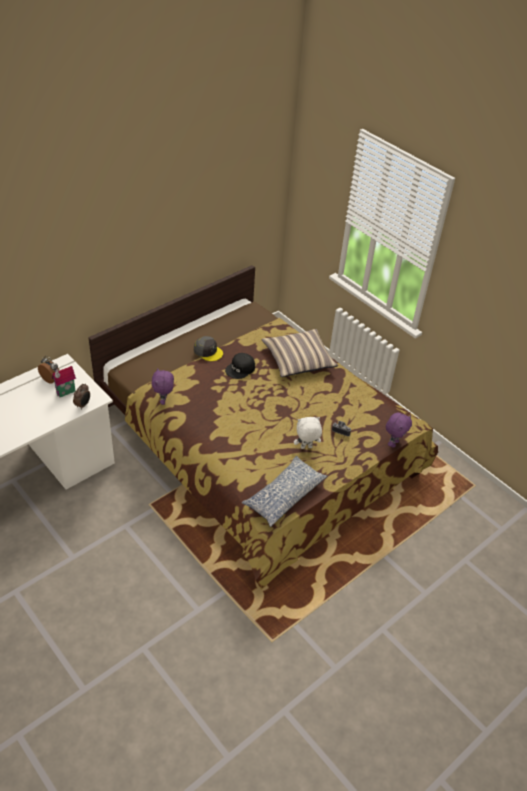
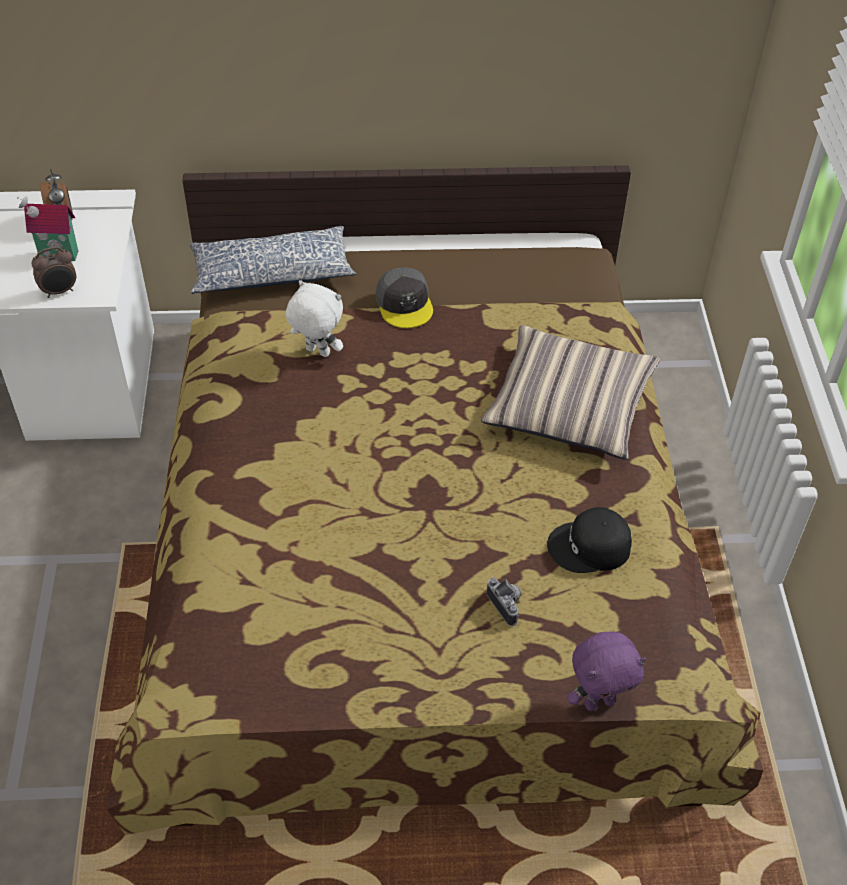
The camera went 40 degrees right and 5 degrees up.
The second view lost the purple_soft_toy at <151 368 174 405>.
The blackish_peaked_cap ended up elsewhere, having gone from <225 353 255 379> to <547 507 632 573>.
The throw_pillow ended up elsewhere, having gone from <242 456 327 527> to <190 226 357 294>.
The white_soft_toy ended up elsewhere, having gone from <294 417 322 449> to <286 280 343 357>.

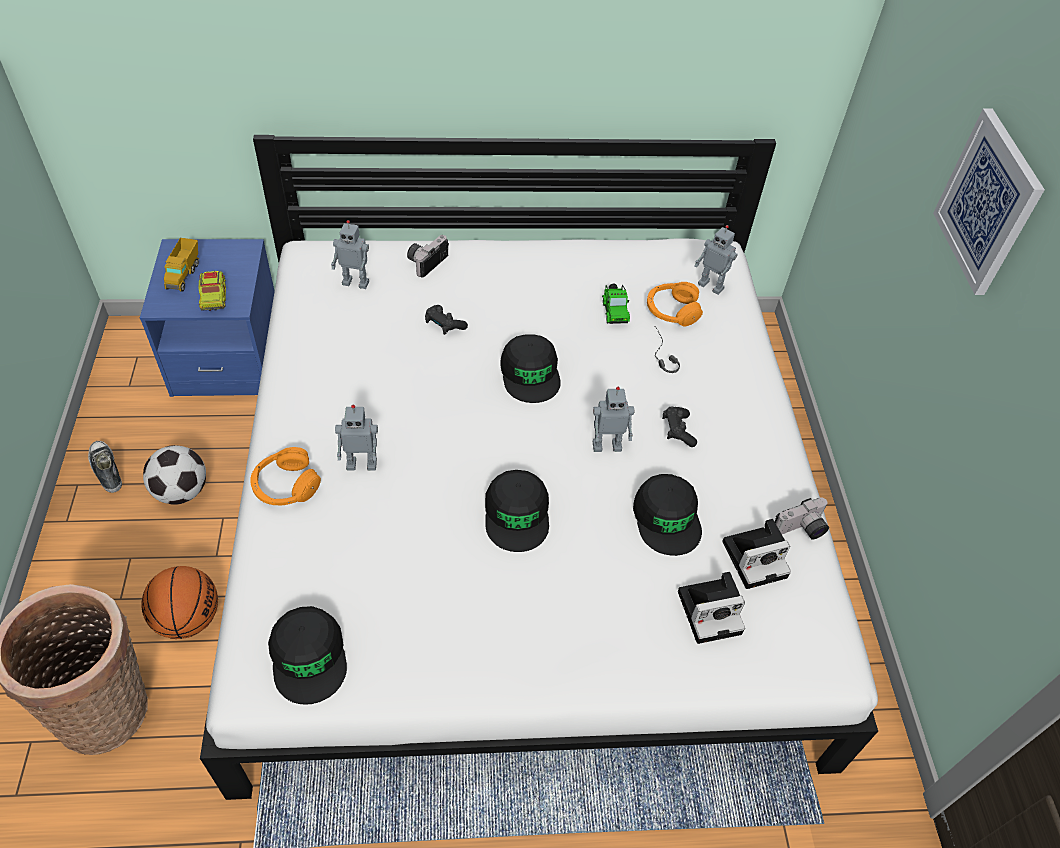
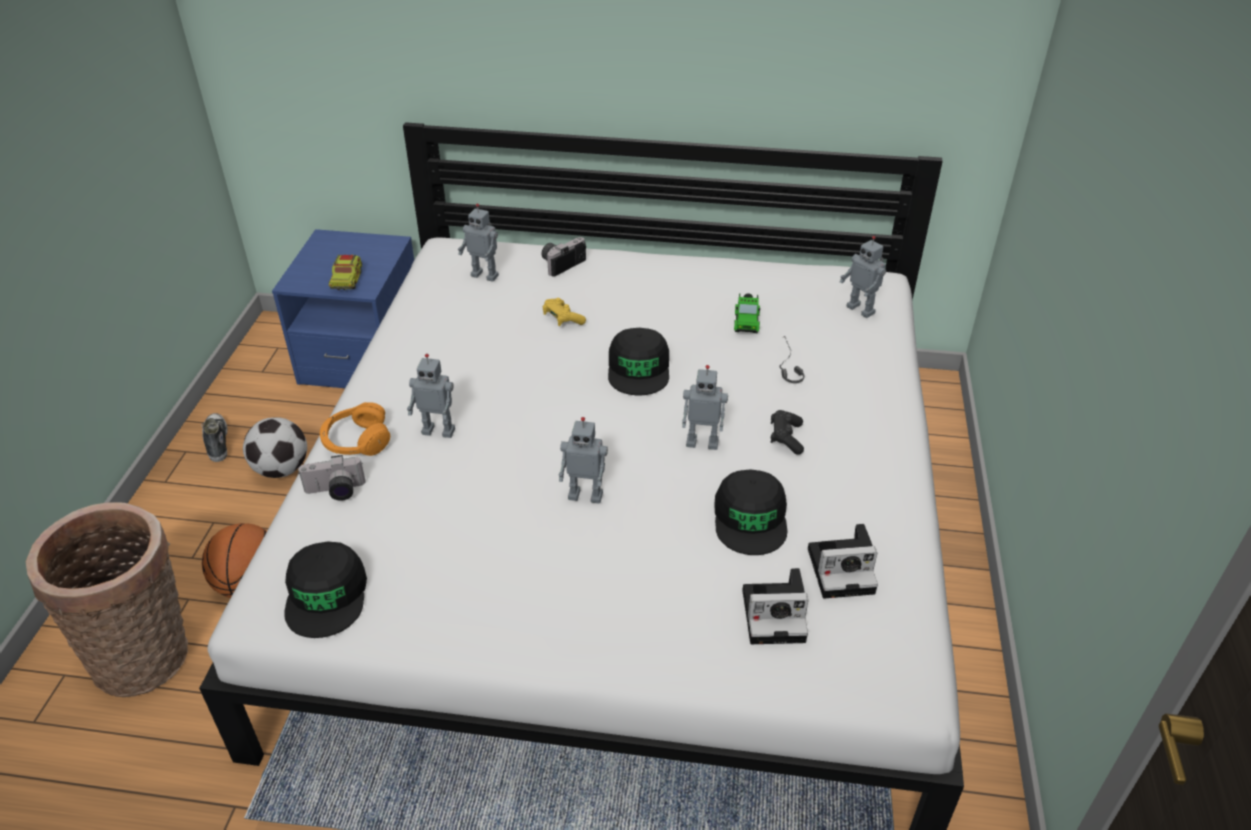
The camera went 15 degrees right and 10 degrees down.
The second view lost the model_truck at <164 238 199 292>.
What was the blackish_gamepad at <425 305 468 335> turned into the yellow-coloured_gamepad at <543 298 586 326>.
Where the blackish_peaked_cap stood at <485 470 549 552>, the robot_figure came to stand at <559 417 608 504>.
The second view lost the orange_pair_of_headphones at <647 282 703 326>.
The photo_camera ended up elsewhere, having gone from <774 497 829 540> to <298 455 366 501>.
The second view lost the wall_art at <933 108 1045 295>.

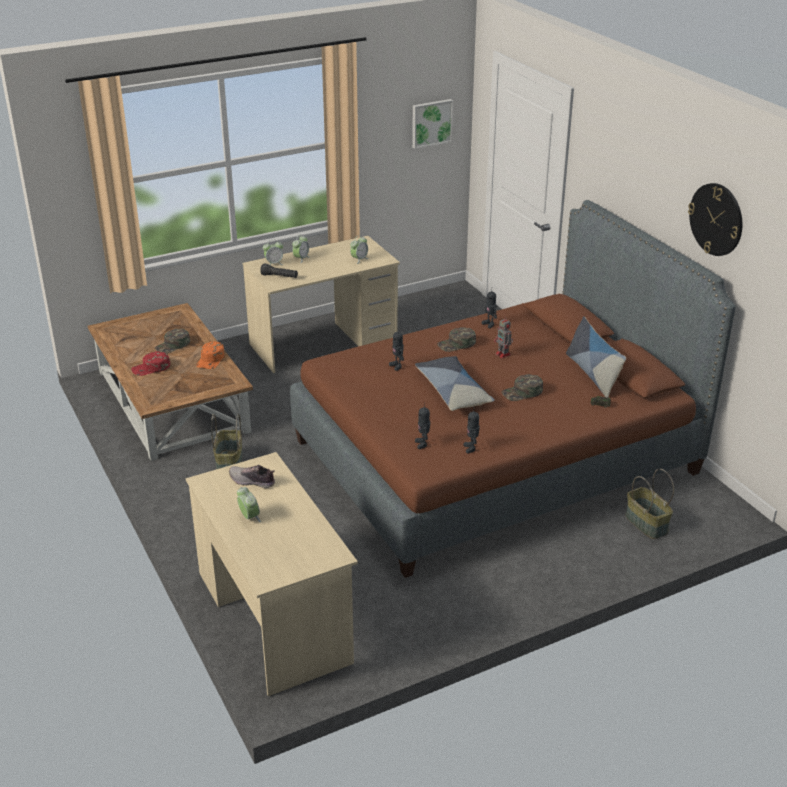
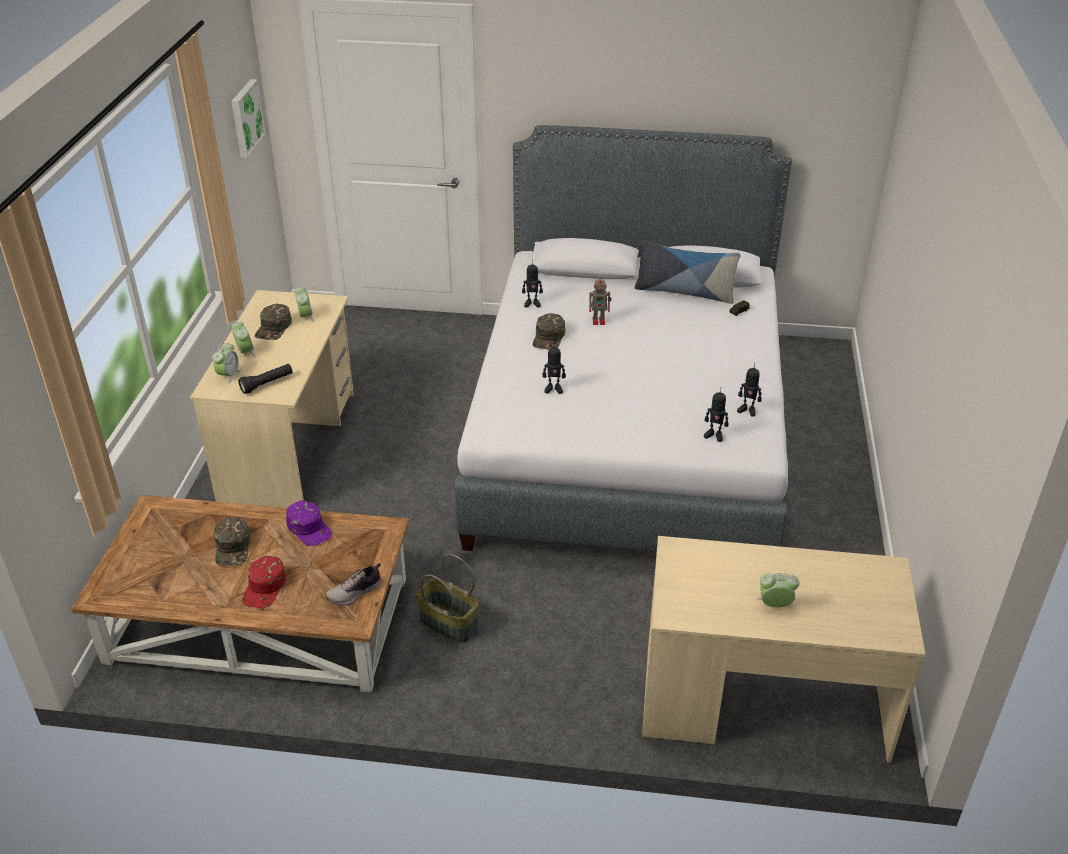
The camera went 55 degrees left and 5 degrees up.
What was the orange_peaked_cap at <196 341 225 369> turned into the purple_peaked_cap at <286 501 332 546>.
The item_of_footwear ended up elsewhere, having gone from <229 465 275 488> to <325 563 382 606>.
What was the brownish_sleeping_bed at <290 200 736 578> turned into the greyish_sleeping_bed at <454 125 792 552>.
The second view lost the throw_pillow at <415 356 495 411>.
The greenish_peaked_cap ended up elsewhere, having gone from <502 374 543 401> to <255 304 292 340>.
The second view lost the household_basket at <625 469 674 539>.
The second view lost the wall_clock at <688 183 742 256>.

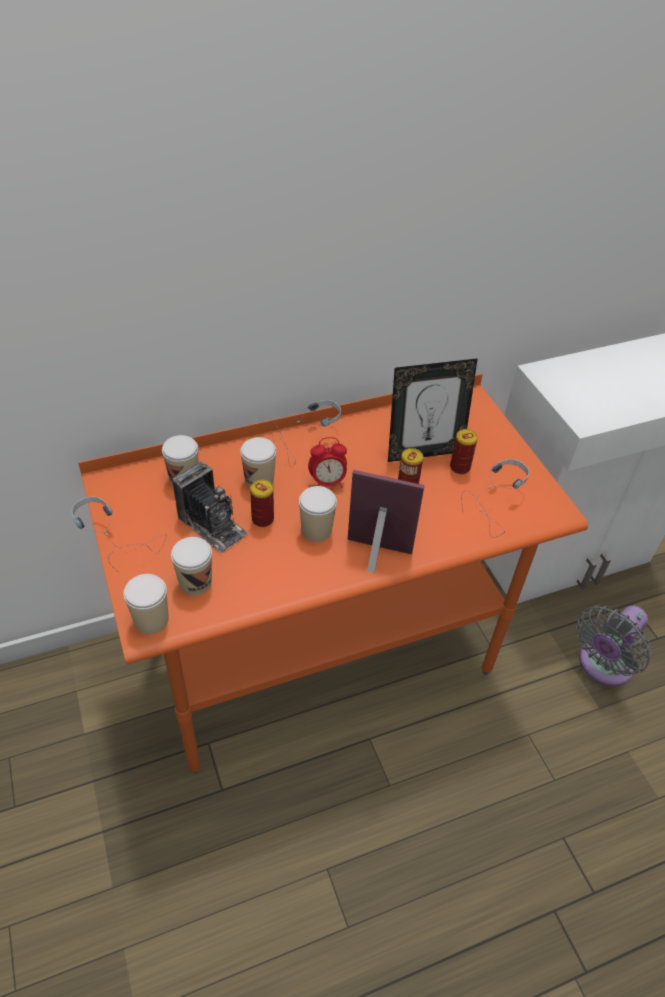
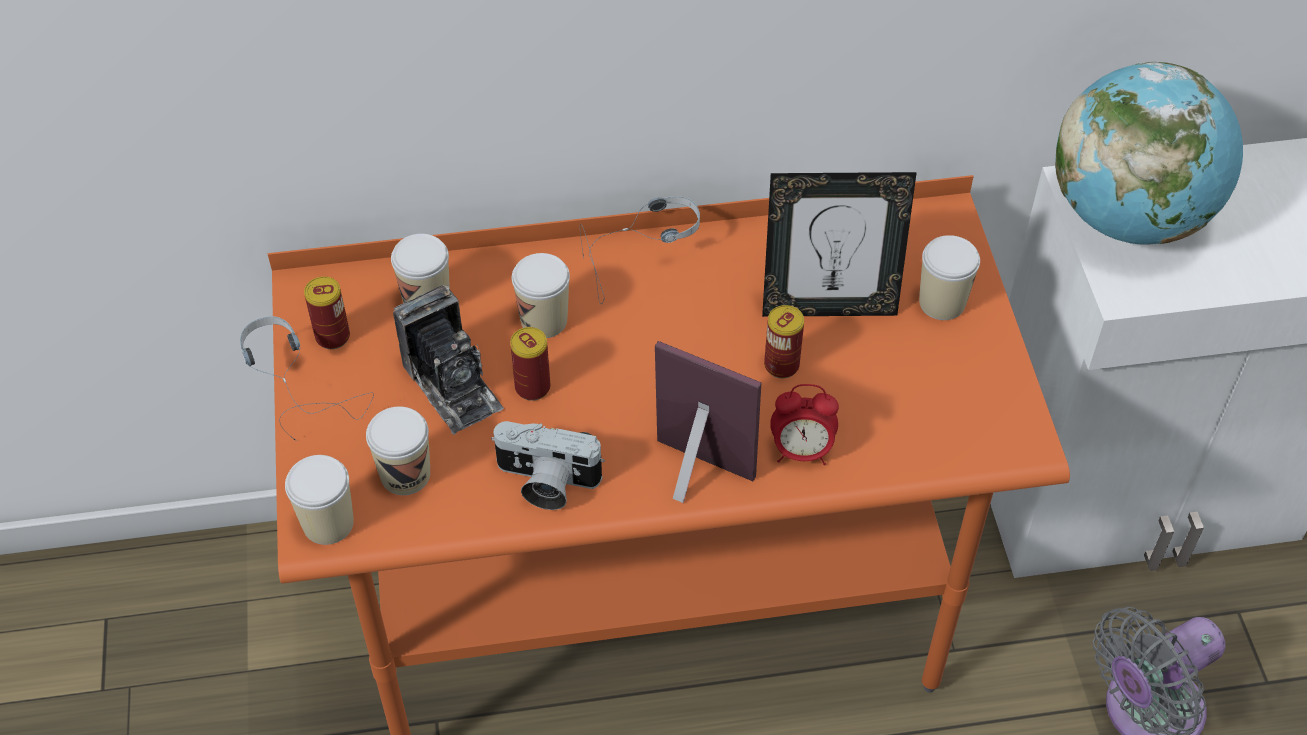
The camera went 15 degrees right and 5 degrees up.
The cup ended up elsewhere, having gone from <299 486 337 542> to <919 235 980 320>.
The table_clock ended up elsewhere, having gone from <308 437 347 488> to <770 384 839 465>.
The can ended up elsewhere, having gone from <450 429 478 474> to <304 276 350 349>.
The second view lost the pair_of_headphones at <462 459 529 537>.
The second view gained the photo_camera at <491 421 605 510>.
The second view gained the desk_globe at <1055 62 1243 244>.

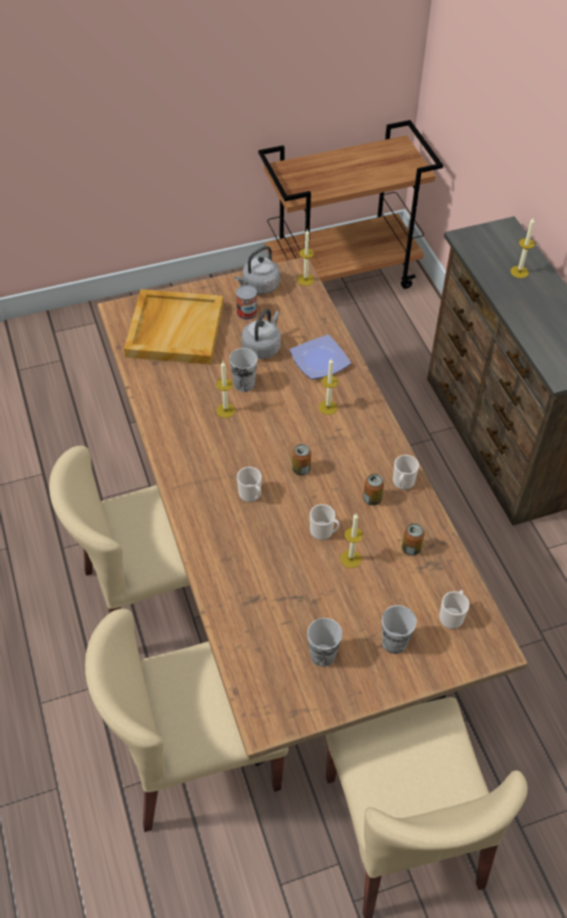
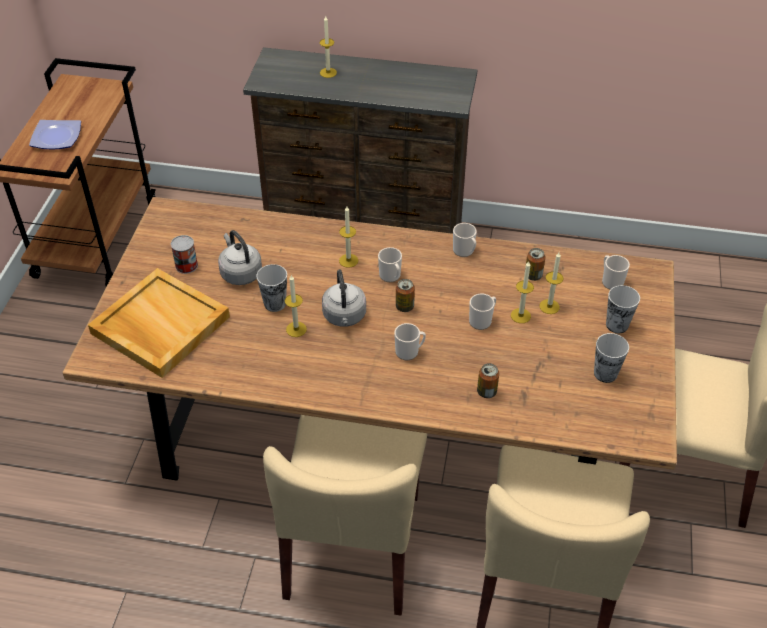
The camera went 60 degrees left and 5 degrees down.
The greyish_tea_kettle ended up elsewhere, having gone from <235 246 280 294> to <322 270 366 327>.
The flat_dish ended up elsewhere, having gone from <289 335 351 379> to <29 120 81 149>.
The wax_light ended up elsewhere, having gone from <297 230 314 286> to <540 253 563 314>.
The can ended up elsewhere, having gone from <363 474 384 506> to <477 363 499 398>.
The second view gained the coffee_mug at <378 247 402 282>.

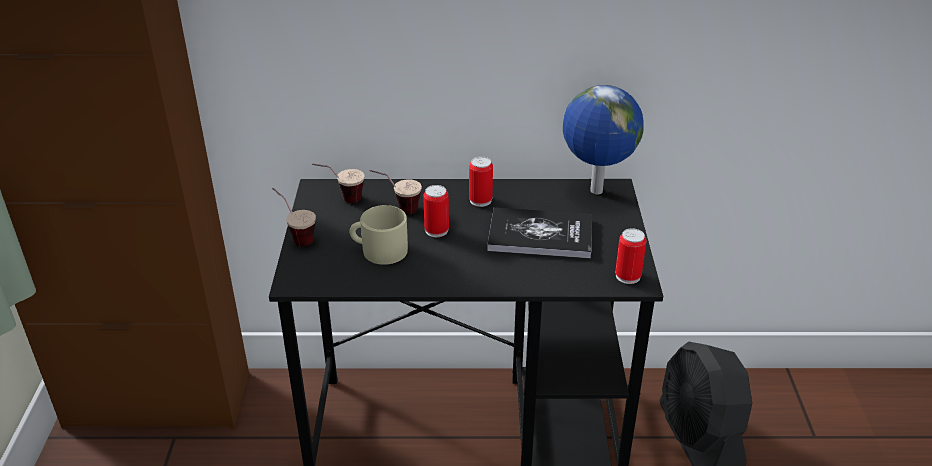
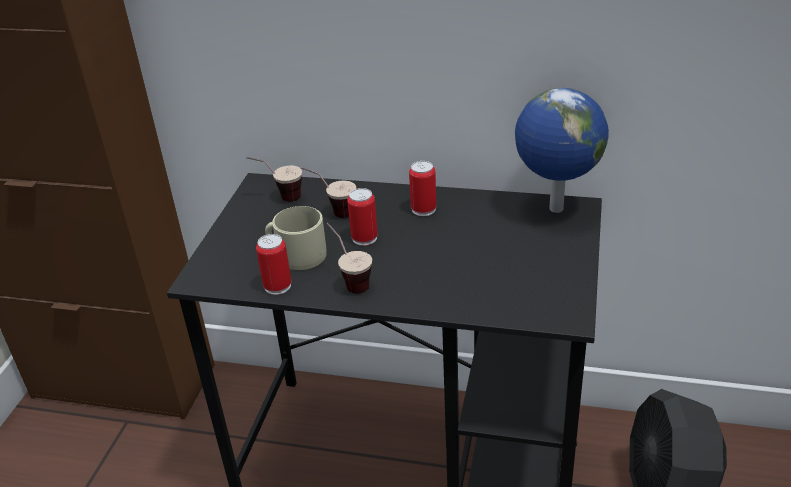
The camera went 15 degrees right and 0 degrees up.
The cup ended up elsewhere, having gone from <272 188 316 246> to <326 223 372 294>.
The second view lost the volume at <487 207 592 259>.
The can ended up elsewhere, having gone from <615 228 646 284> to <256 234 291 295>.

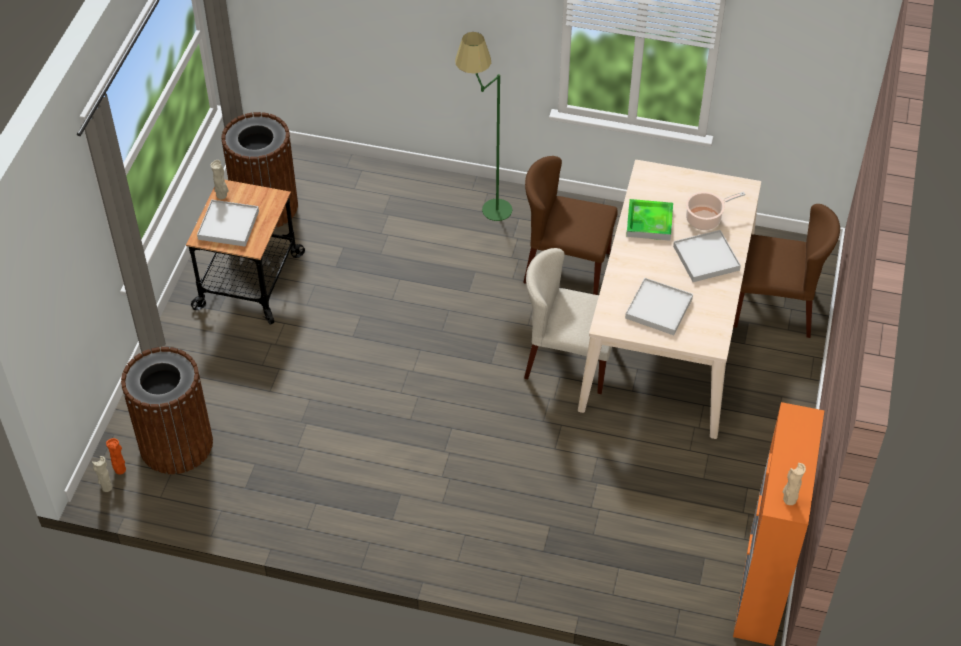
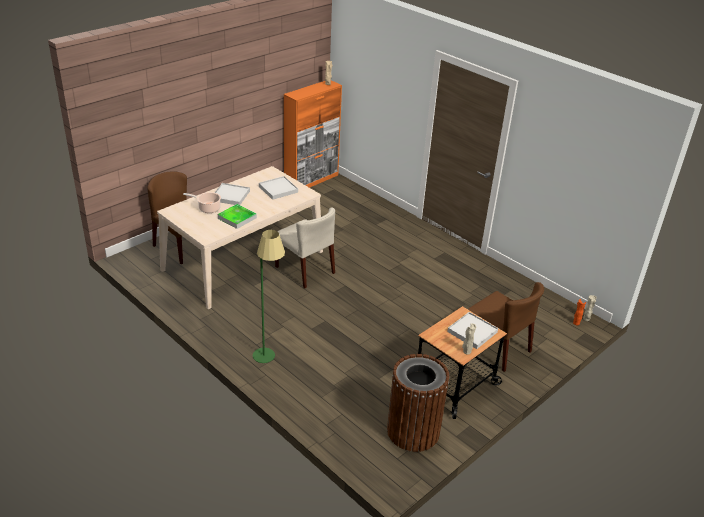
The camera went 150 degrees left and 15 degrees down.
The second view lost the brownish_trash_can at <121 347 213 474>.
The brownish_upright_chair ended up elsewhere, having gone from <523 156 618 295> to <468 282 544 372>.

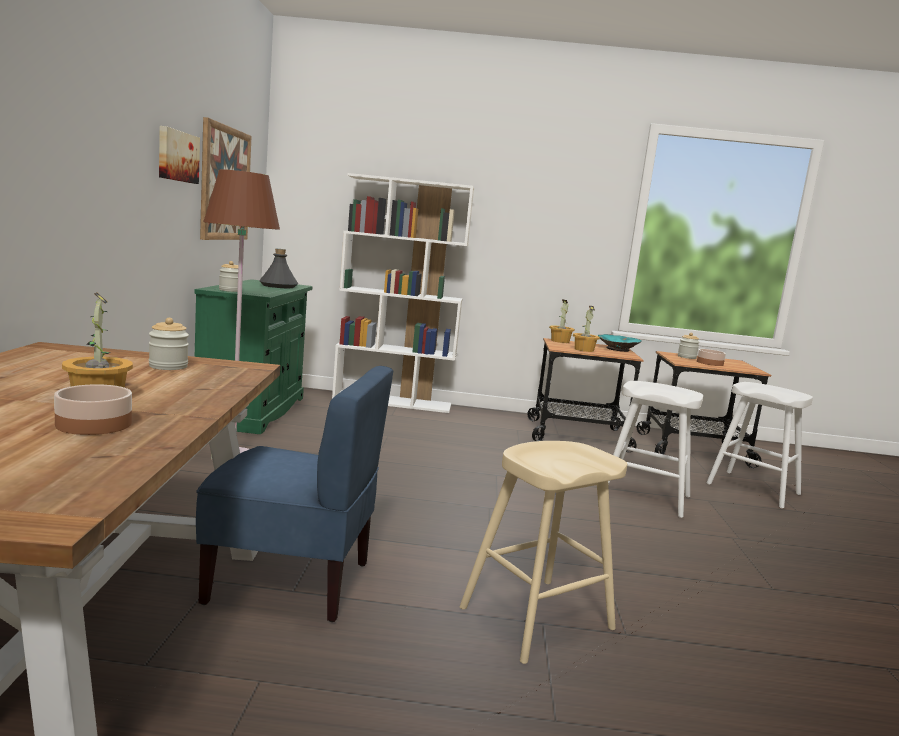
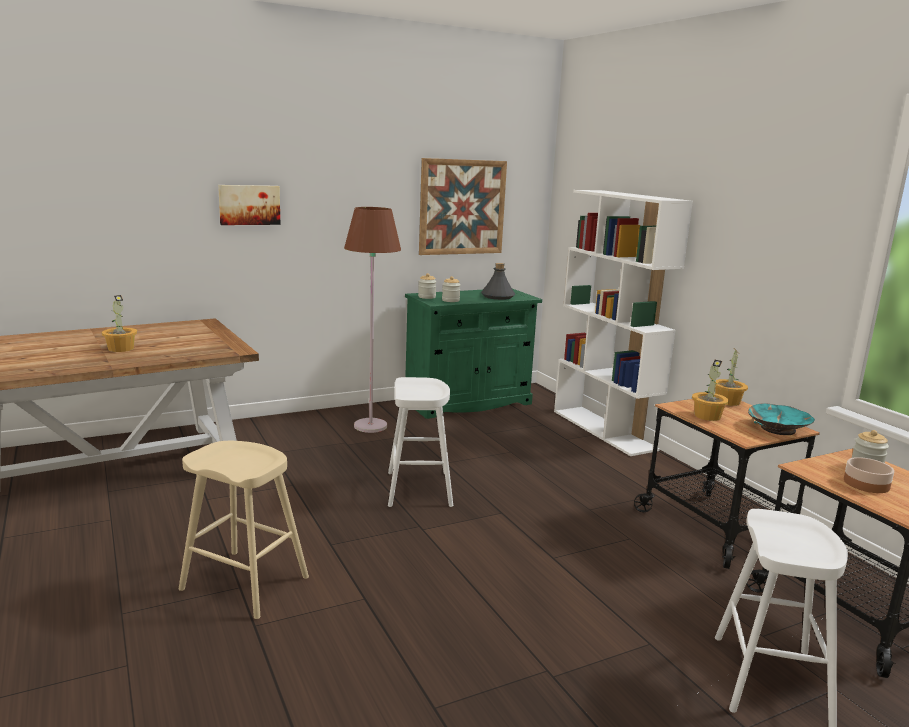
The camera went 60 degrees right and 5 degrees up.
The second view lost the bowl at <54 384 132 435>.
The storage_jar ended up elsewhere, having gone from <149 318 189 370> to <442 276 460 302>.
The wall_art ended up elsewhere, having gone from <159 126 200 184> to <218 185 280 225>.
The second view lost the blue_upright_chair at <196 366 393 622>.
The white_stool ended up elsewhere, having gone from <608 381 703 518> to <388 377 453 507>.

